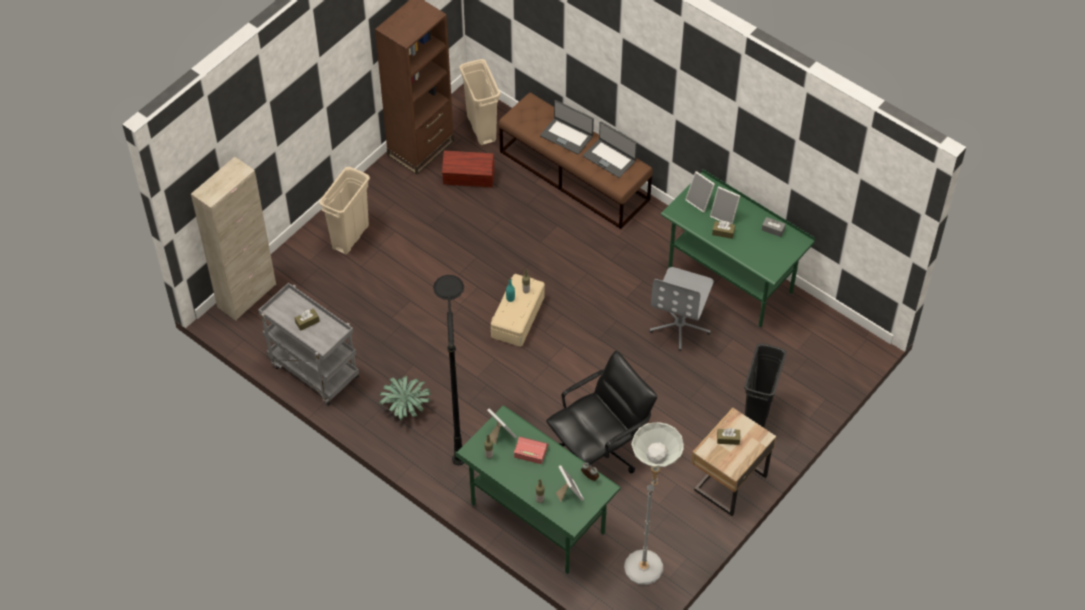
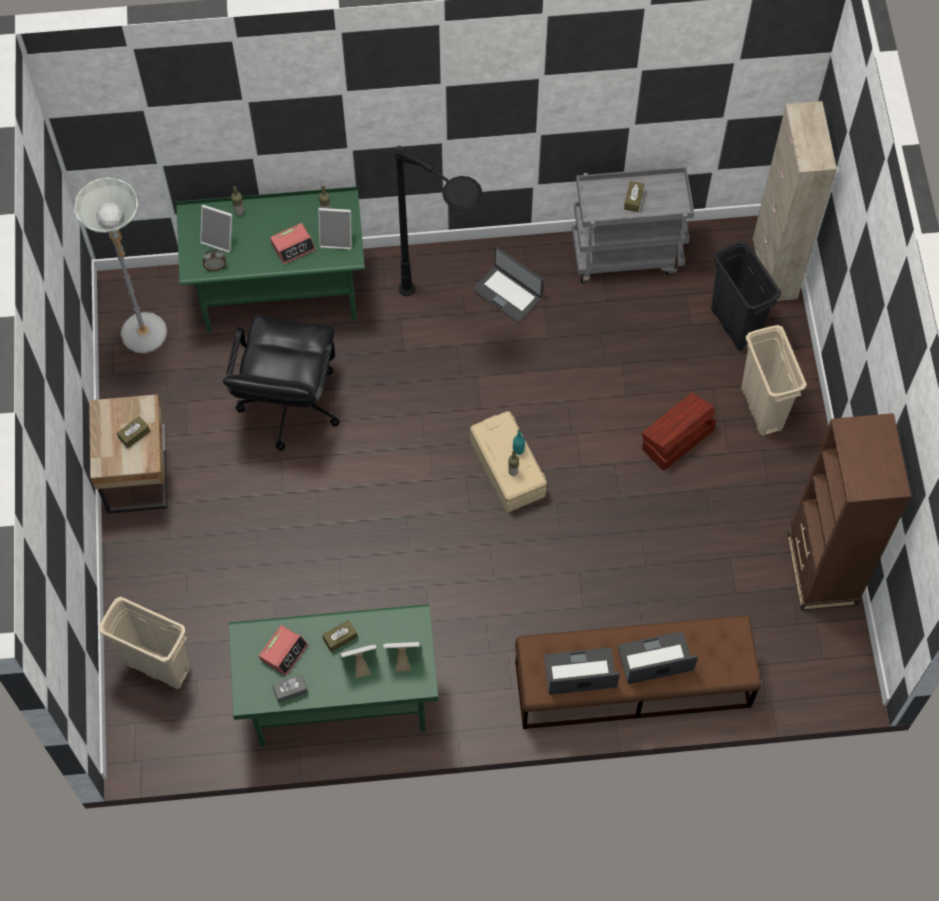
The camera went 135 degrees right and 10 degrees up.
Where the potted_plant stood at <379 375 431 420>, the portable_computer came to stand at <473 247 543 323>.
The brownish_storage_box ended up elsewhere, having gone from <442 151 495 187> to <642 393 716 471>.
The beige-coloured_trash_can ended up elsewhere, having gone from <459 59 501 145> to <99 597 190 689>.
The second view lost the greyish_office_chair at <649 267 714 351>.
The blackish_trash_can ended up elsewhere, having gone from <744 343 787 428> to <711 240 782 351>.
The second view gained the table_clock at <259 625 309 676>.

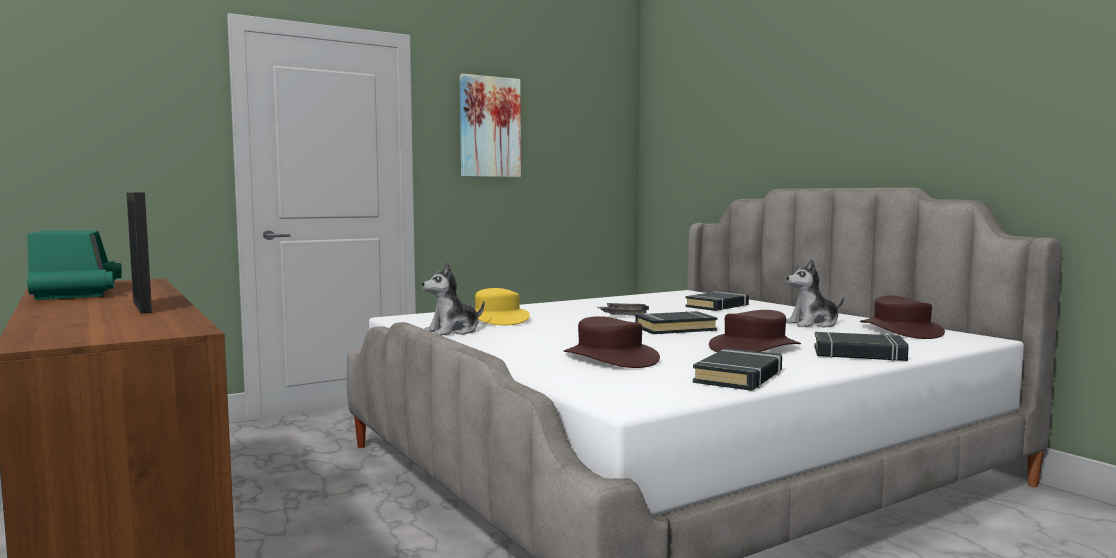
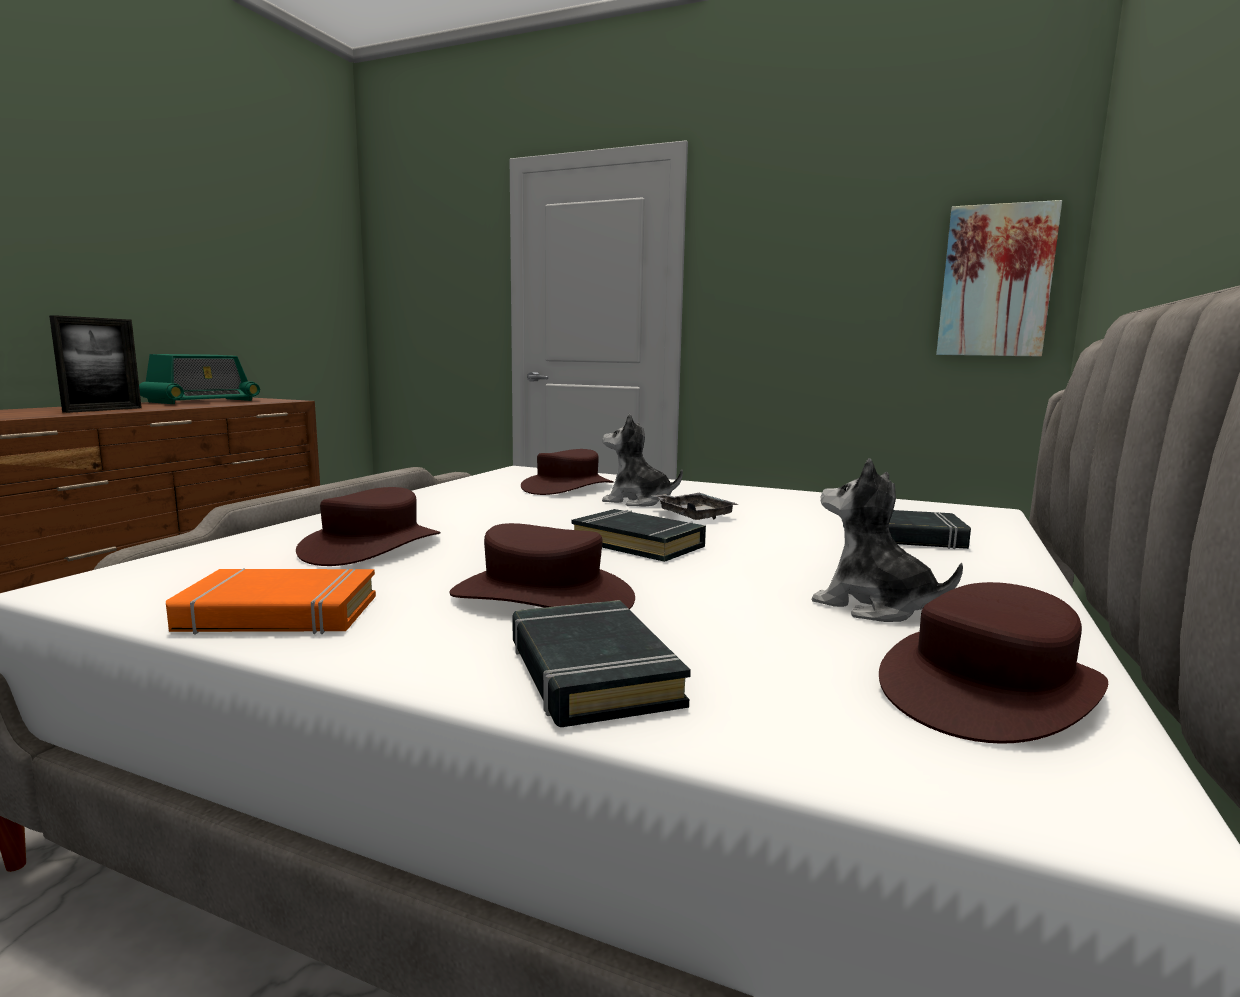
The camera went 55 degrees right and 5 degrees up.
The soft_toy ended up elsewhere, having gone from <422 262 485 335> to <602 414 683 506>.
The wall_art ended up elsewhere, having gone from <460 74 521 177> to <936 200 1062 357>.
What was the yellow-coloured_clothing_hat at <475 288 530 325> turned into the brownish_clothing_hat at <521 449 614 495>.
What was the blackish_volume at <693 348 782 391> turned into the orange_volume at <166 568 376 635>.

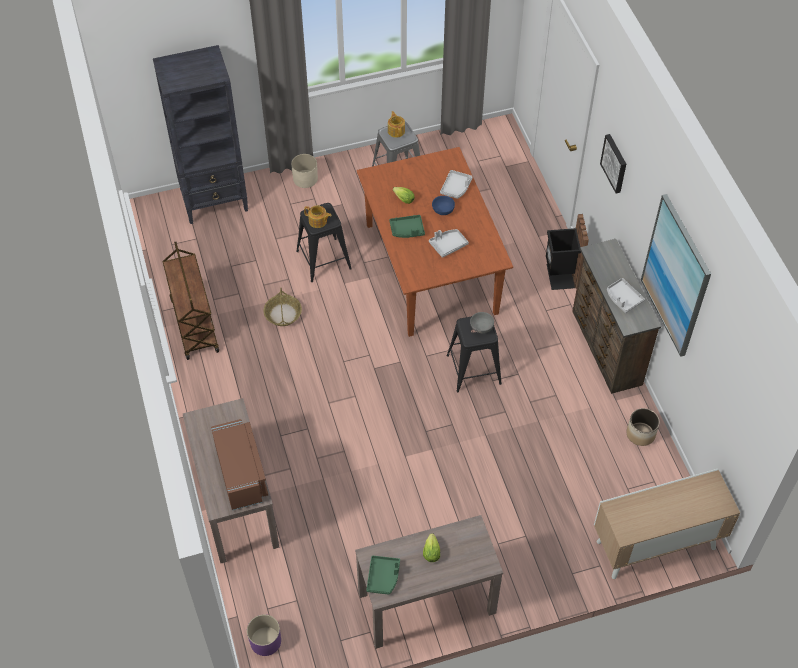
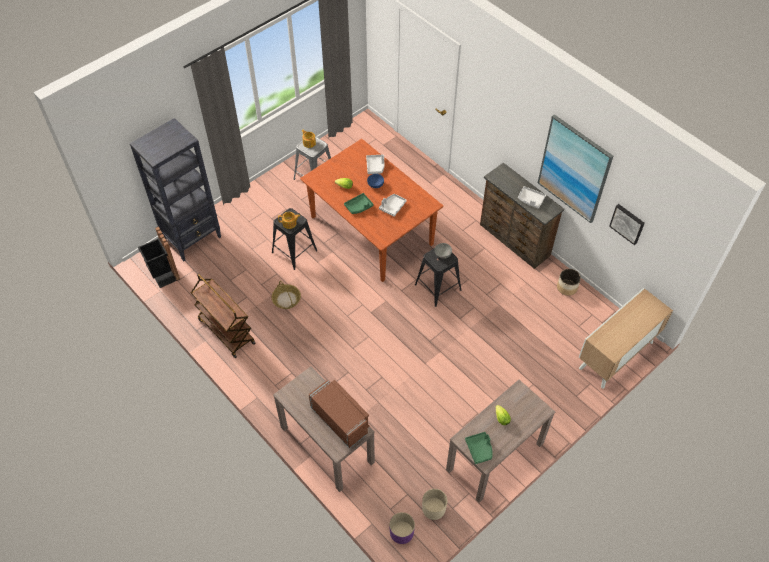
The camera went 25 degrees left and 0 degrees up.
The beige-coloured_plant_pot ended up elsewhere, having gone from <291 154 318 188> to <422 489 447 520>.
The blackish_trash_can ended up elsewhere, having gone from <546 214 589 290> to <138 226 180 288>.
The wall_art ended up elsewhere, having gone from <600 134 626 193> to <609 204 645 245>.

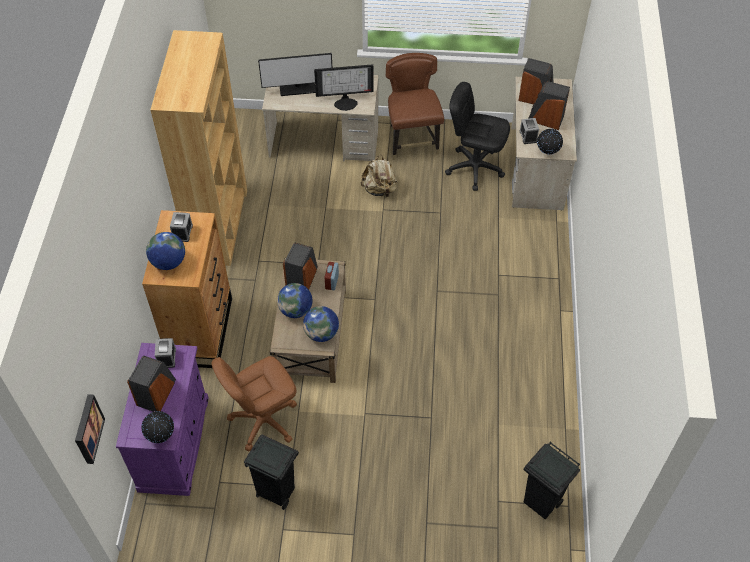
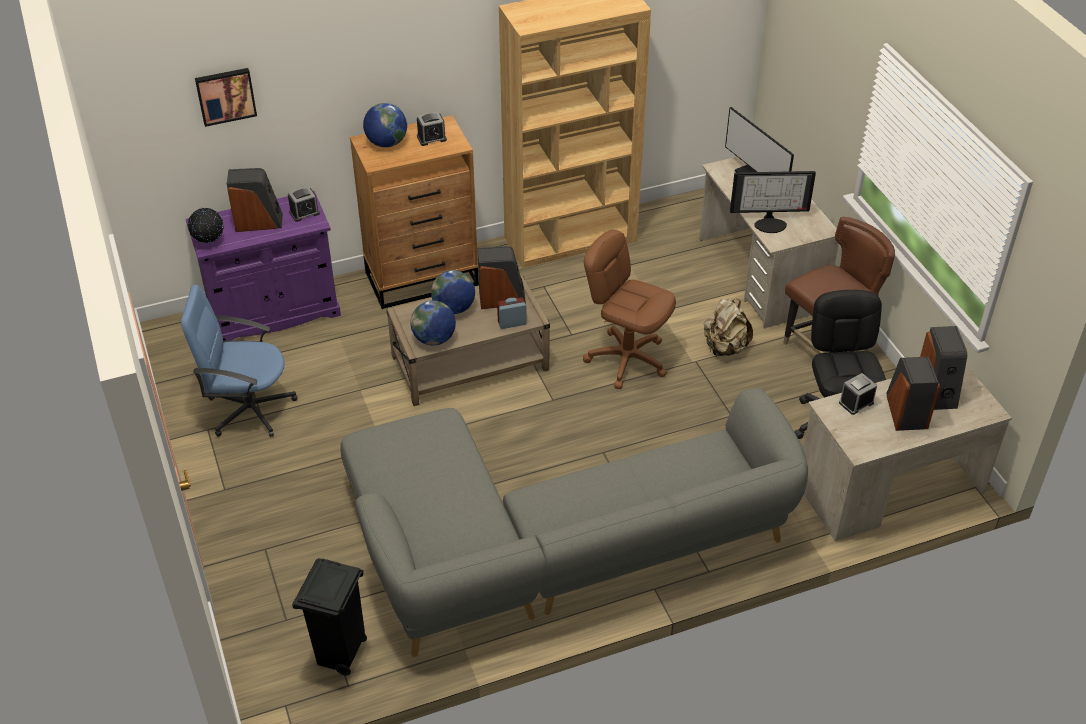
The camera went 65 degrees right and 10 degrees down.
The wall_art ended up elsewhere, having gone from <75 394 105 464> to <195 68 257 127>.
The brownish_office_chair ended up elsewhere, having gone from <211 356 297 451> to <583 230 676 389>.
Where the blackish_trash_can stood at <244 434 299 510>, the blue_office_chair came to stand at <181 285 297 437>.
The computer_display at <314 64 373 111> ended up facing another way, 60 degrees counterclockwise from before.
The second view lost the desk_globe at <537 129 563 154>.
The second view gained the greyish_couch at <340 388 808 657>.

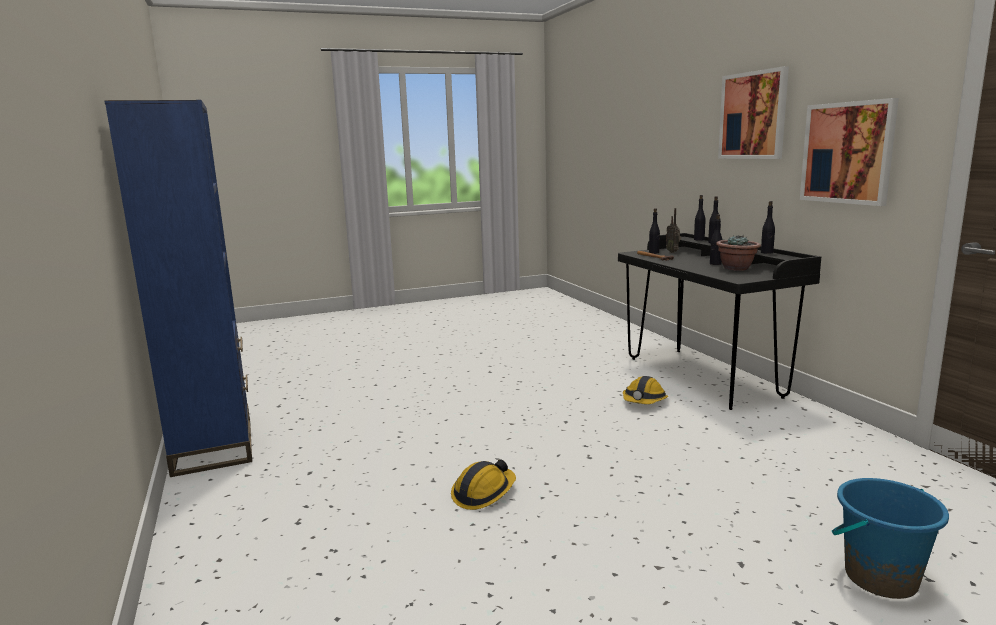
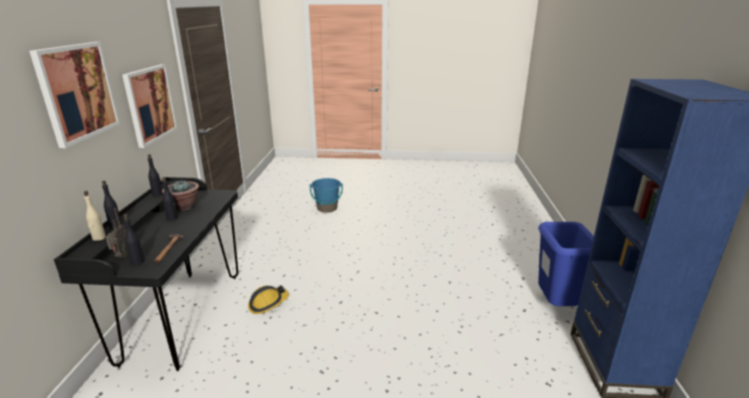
The camera went 155 degrees left and 10 degrees up.
The second view lost the work_helmet at <451 459 516 510>.
What was the blackish_bottle at <694 195 706 241> turned into the beige-coloured_bottle at <84 191 106 241>.
The second view gained the blue_trash_can at <538 222 594 306>.

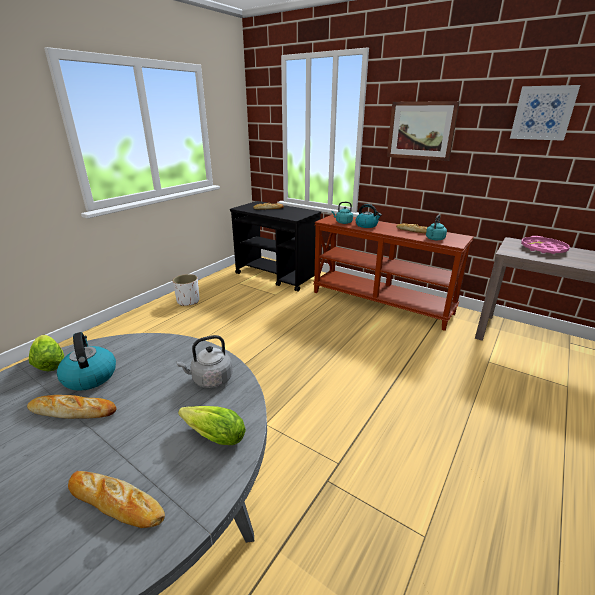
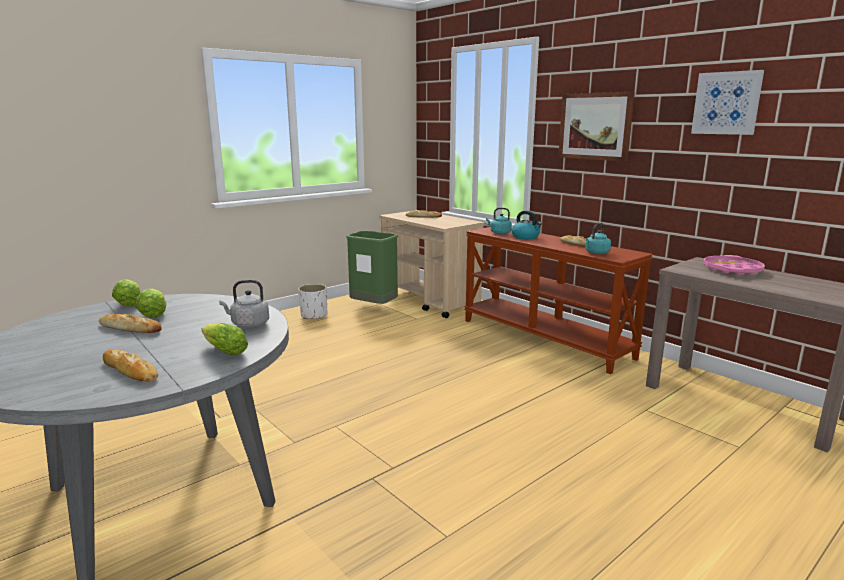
The camera went 15 degrees right and 10 degrees down.
Where the tea_kettle stood at <57 332 116 391>, the head_of_lettuce came to stand at <135 289 167 318>.
What was the blackish_trolley at <230 201 321 292> turned into the beige-coloured_trolley at <379 210 484 318>.
The second view gained the greenish_trash_can at <346 231 398 304>.

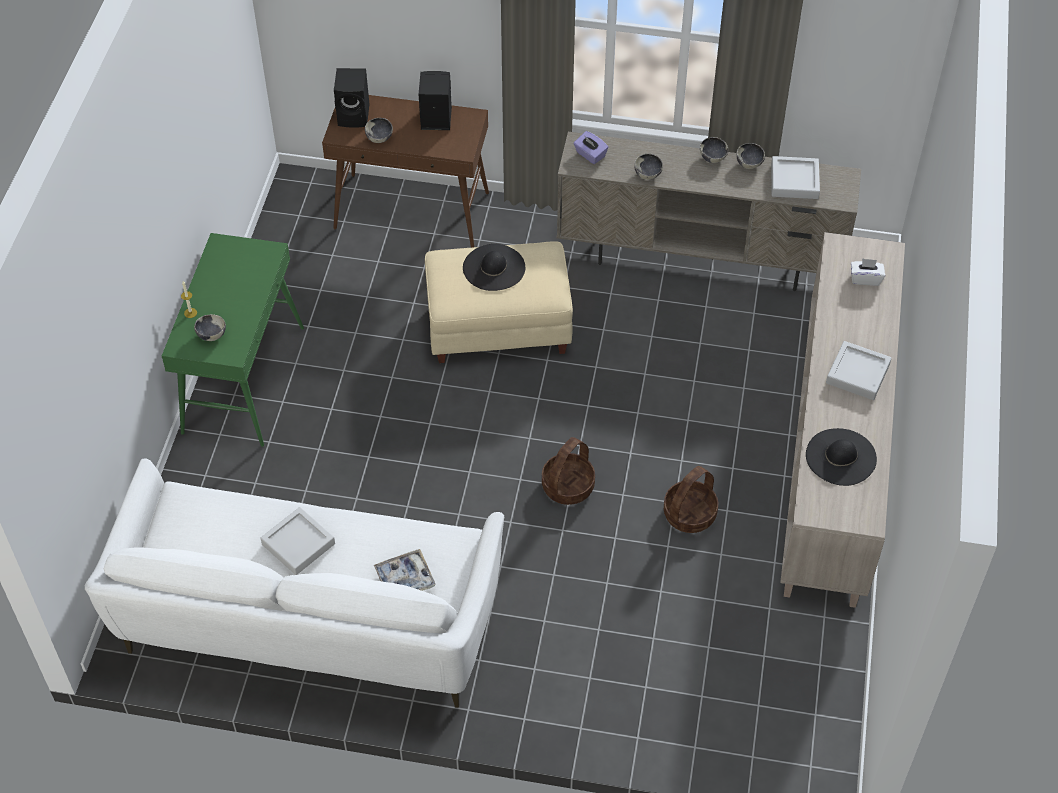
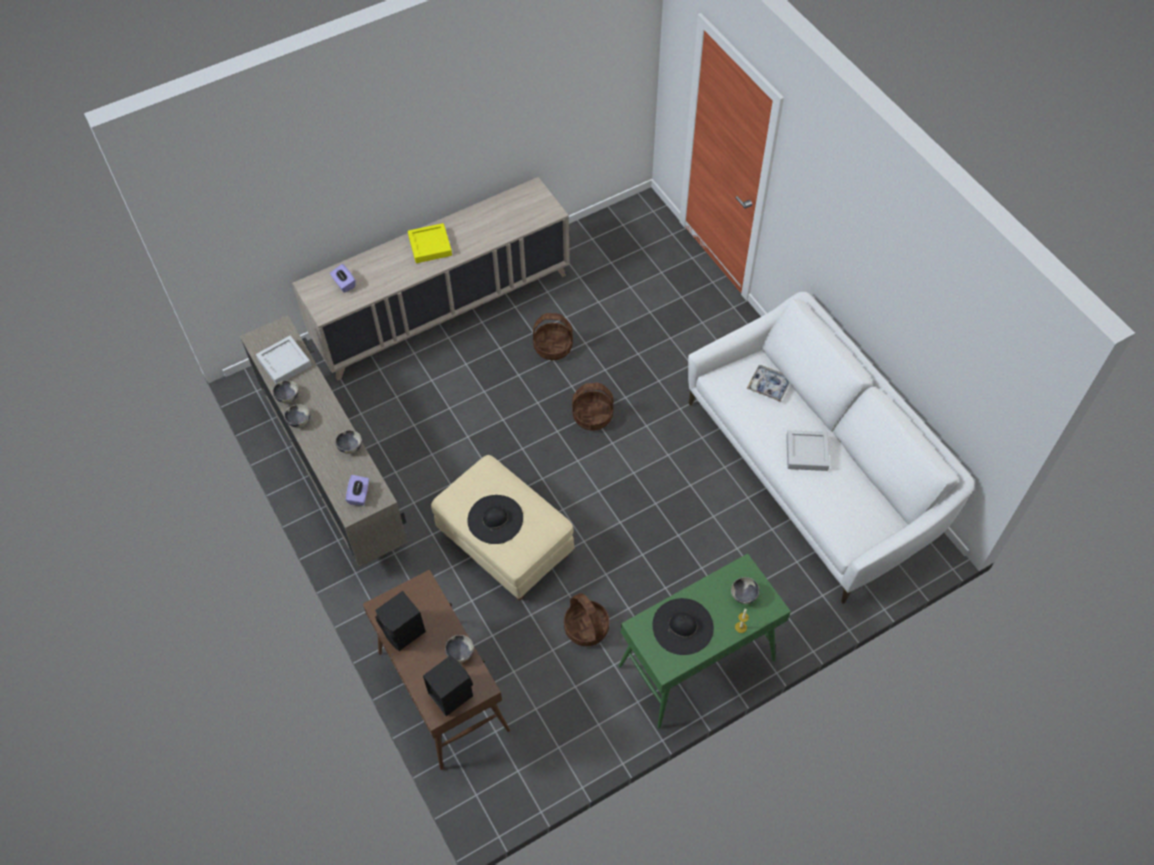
The camera went 130 degrees left and 5 degrees up.
The blackish_clothing_hat ended up elsewhere, having gone from <806 428 877 486> to <652 598 714 655>.
What was the greyish_carrying_tray at <826 341 892 400> turned into the yellow-coloured_carrying_tray at <408 223 452 263>.
What was the white_tissue_box at <851 258 885 286> turned into the purple_tissue_box at <330 264 356 293>.
The second view gained the household_basket at <564 593 609 646>.

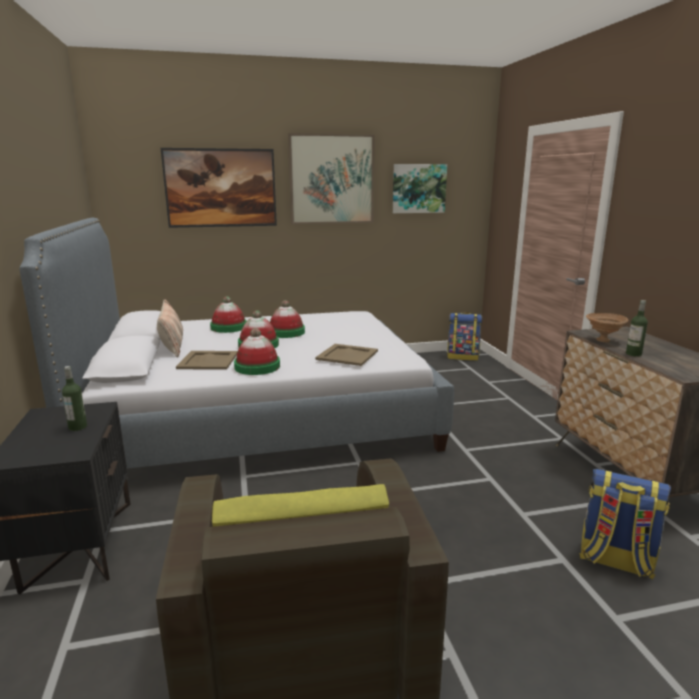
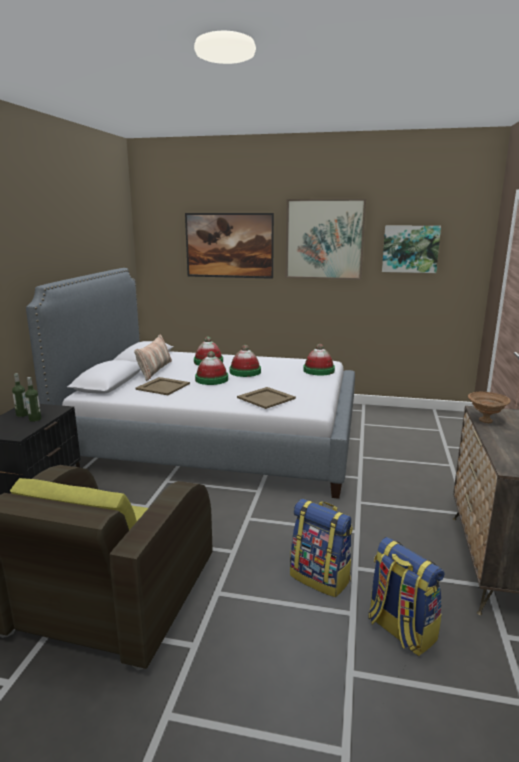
The camera went 25 degrees right and 0 degrees up.
The clothing_hat ended up elsewhere, having gone from <234 328 280 375> to <303 344 335 375>.
The knapsack ended up elsewhere, having gone from <448 312 482 361> to <290 499 353 597>.
The bottle ended up elsewhere, having gone from <626 300 648 357> to <12 373 28 417>.

